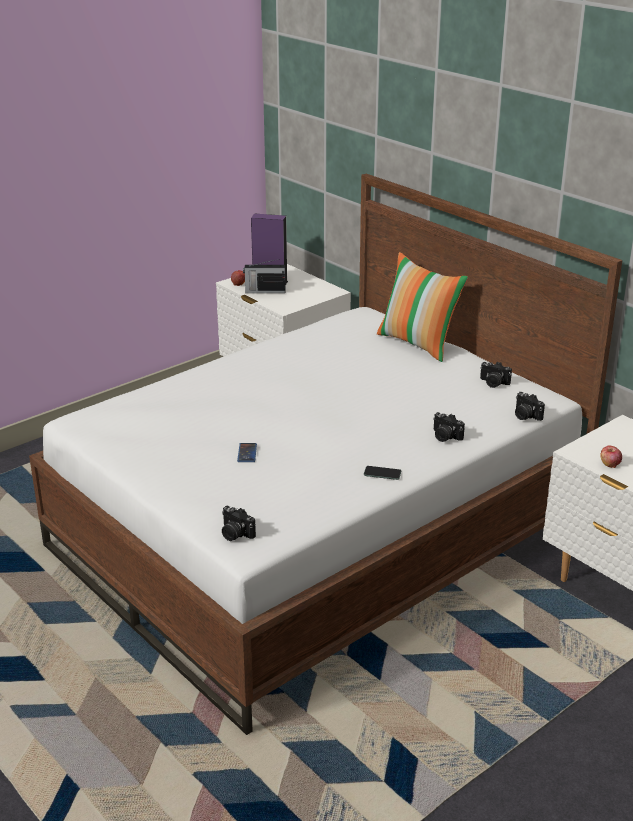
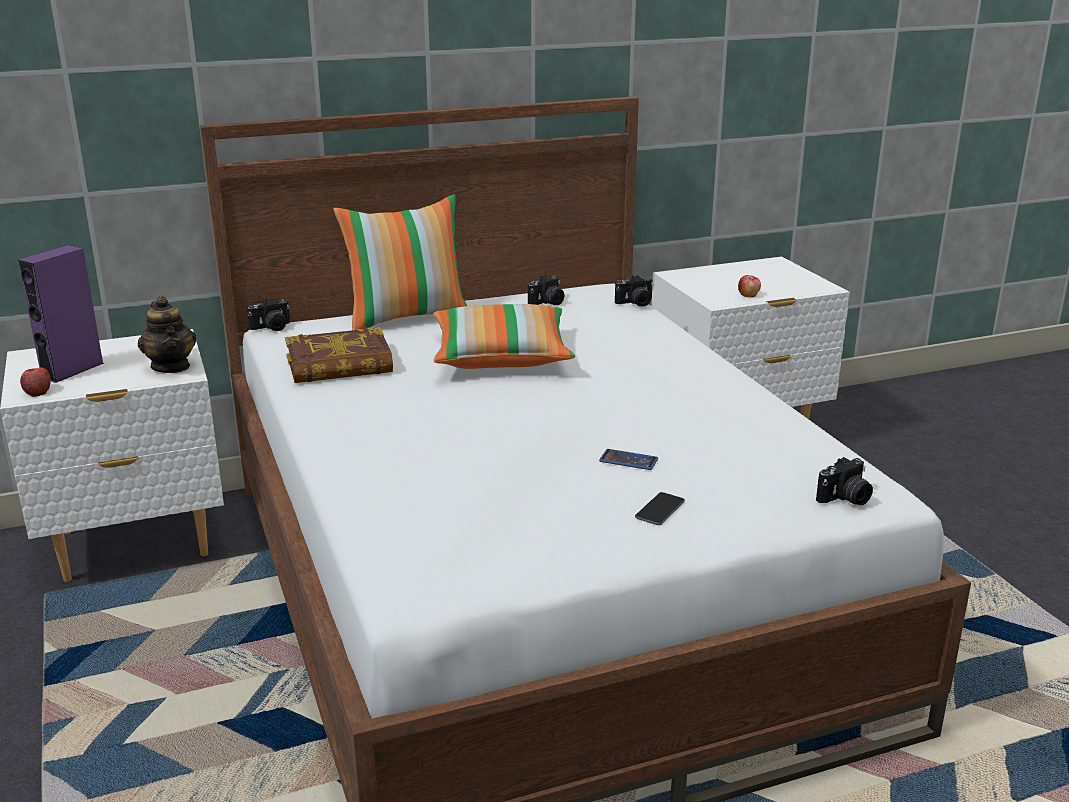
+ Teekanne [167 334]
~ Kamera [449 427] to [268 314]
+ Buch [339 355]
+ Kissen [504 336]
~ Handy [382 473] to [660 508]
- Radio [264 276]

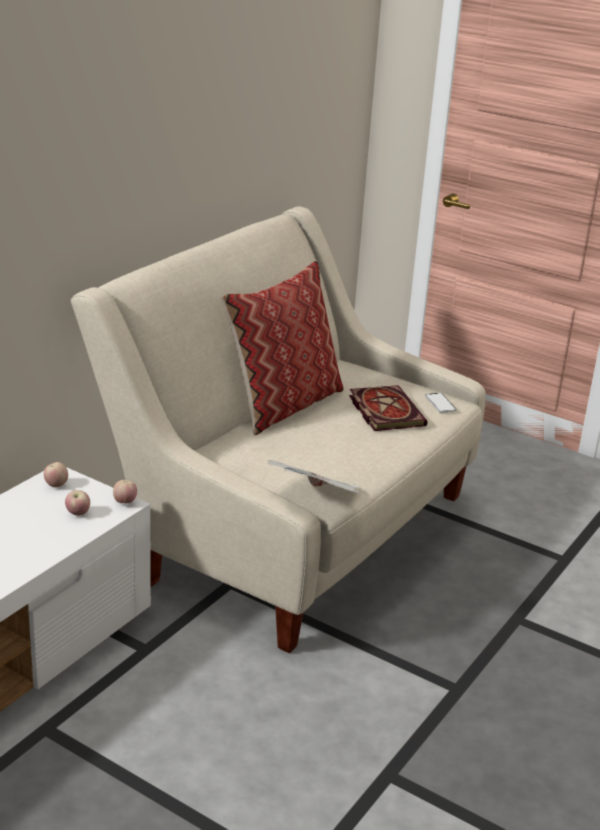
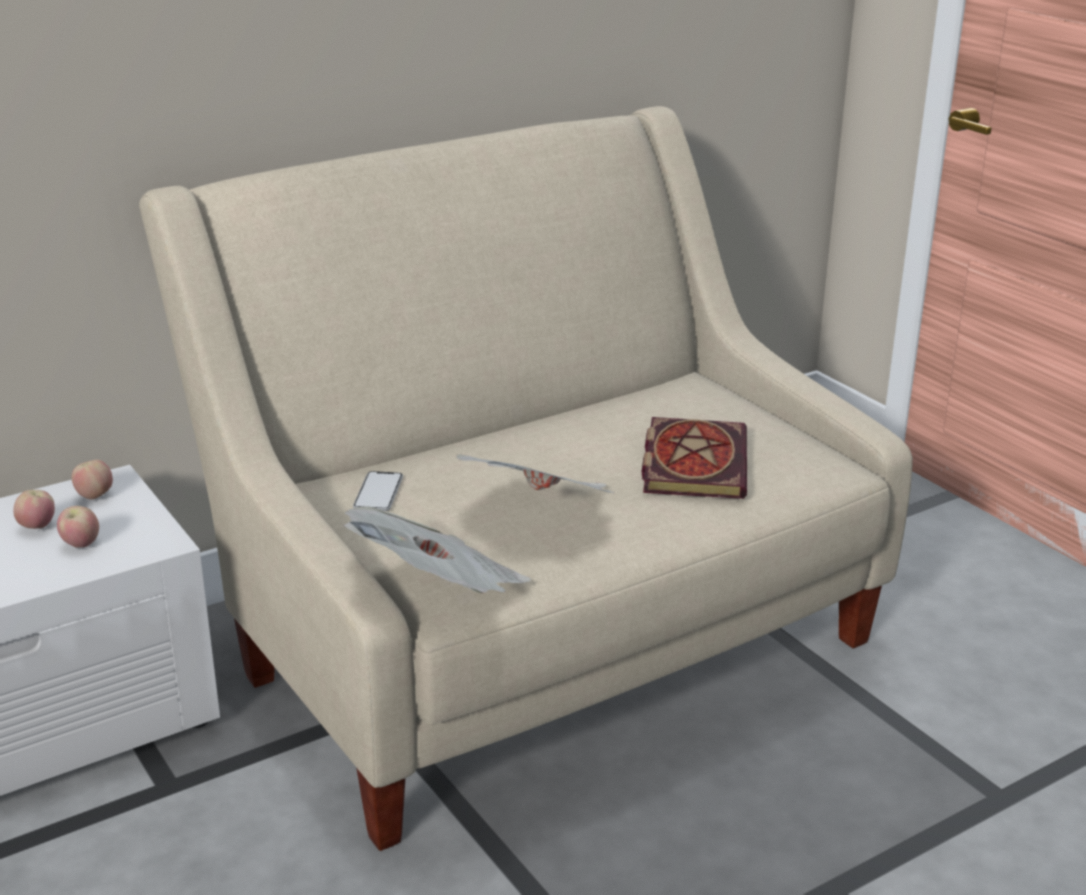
~ Apfel [125 492] to [34 509]
~ Handy [441 403] to [378 491]
+ Zeitung [535 473]
- Kissen [282 348]

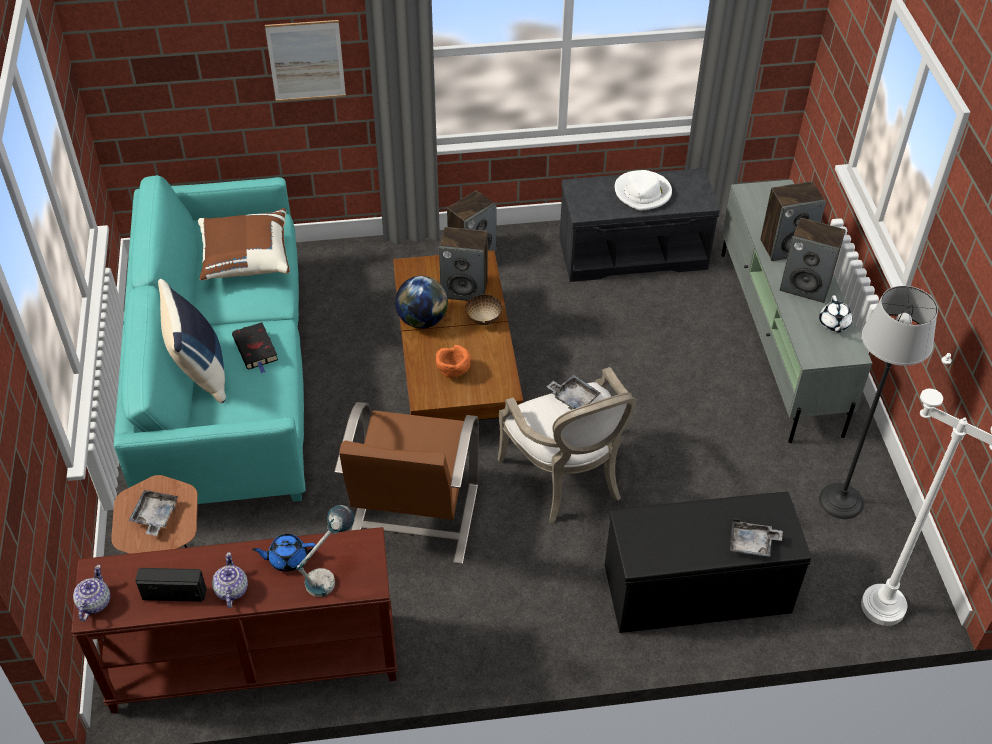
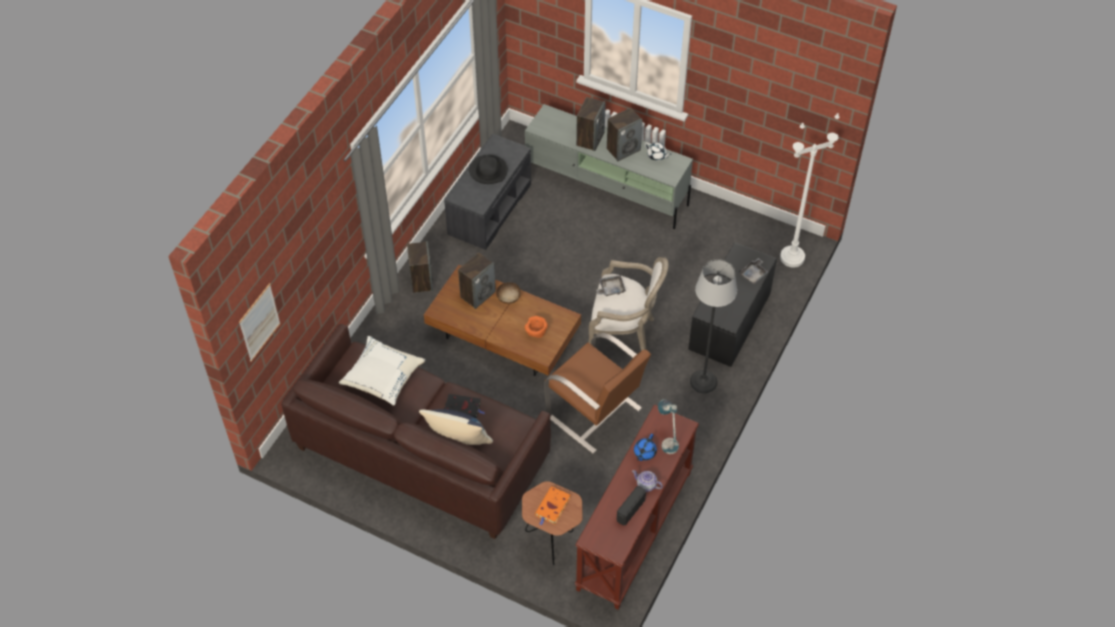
~ Bild [305 61] to [260 322]
~ Sofa [türkis] [209 339] to Sofa [braun] [416 431]
~ Kissen [braun] [244 244] to Kissen [weiß] [382 370]
~ Hut [weiß] [643 190] to Hut [schwarz] [488 169]
~ Tablett [grau] [153 513] to Buch [orange] [553 506]
~ Stehlampe [878 402] to [713 326]
- Teekanne [91 593]
- Globus [421 302]

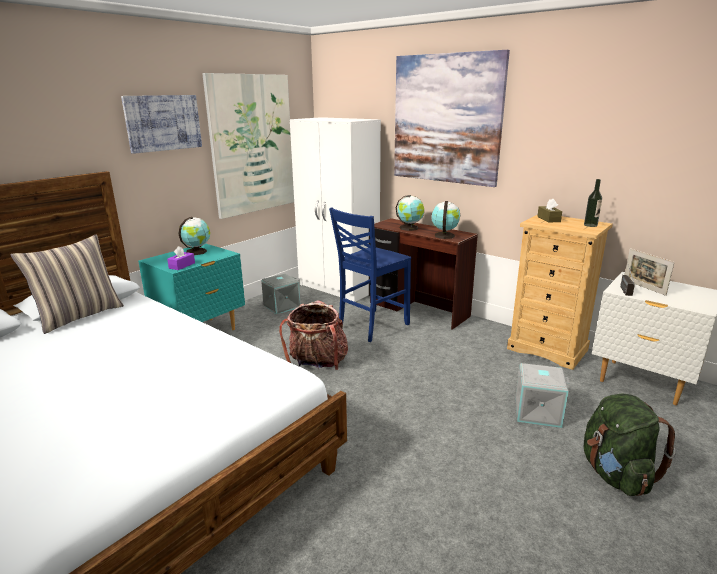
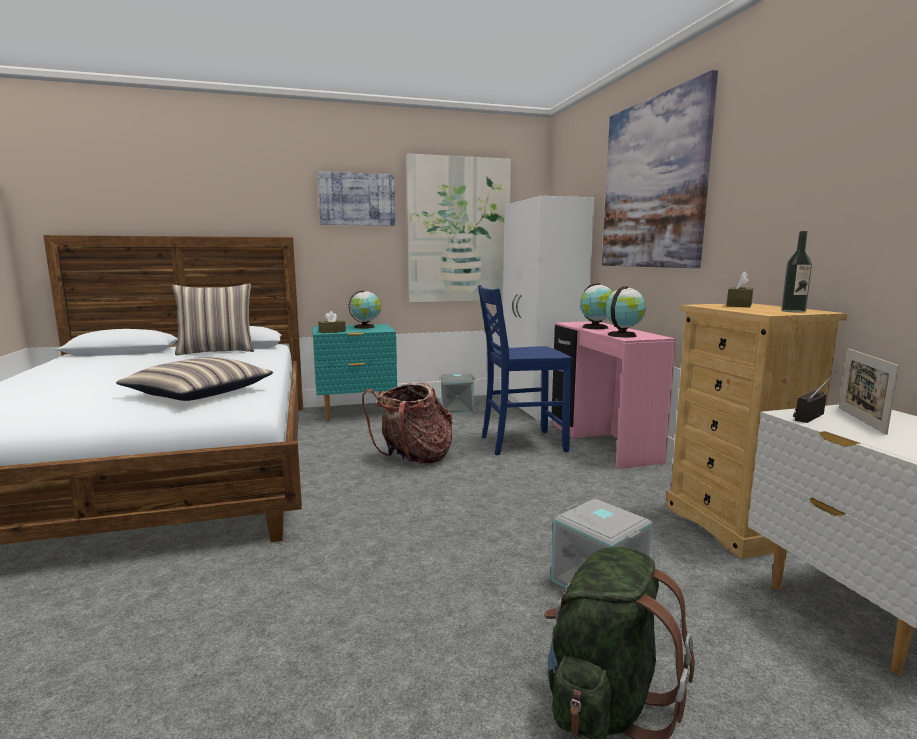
+ Kissen [194 379]
~ Taschentuchbox [lila] [181 258] to Taschentuchbox [braun] [332 322]
~ Schreibtisch [braun] [423 274] to Schreibtisch [rosa] [614 395]

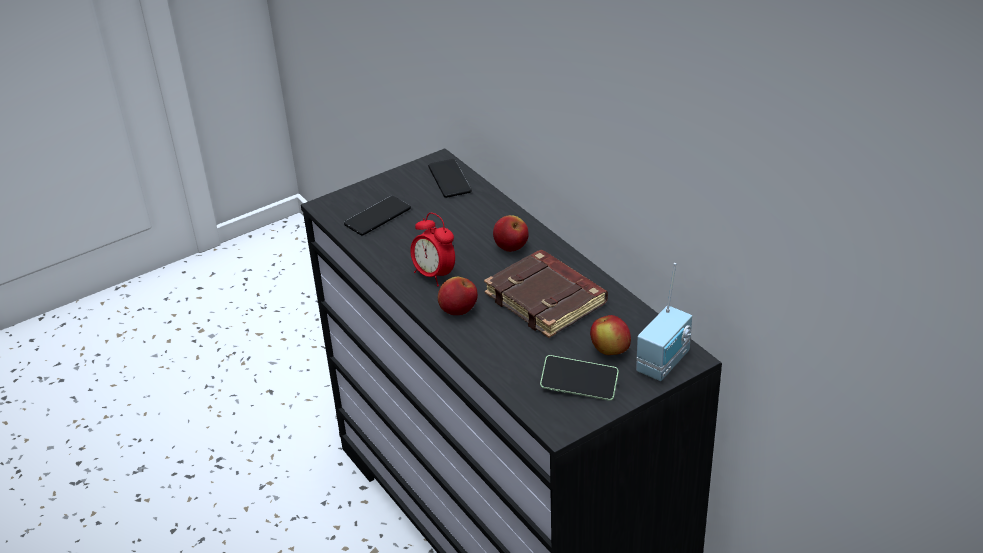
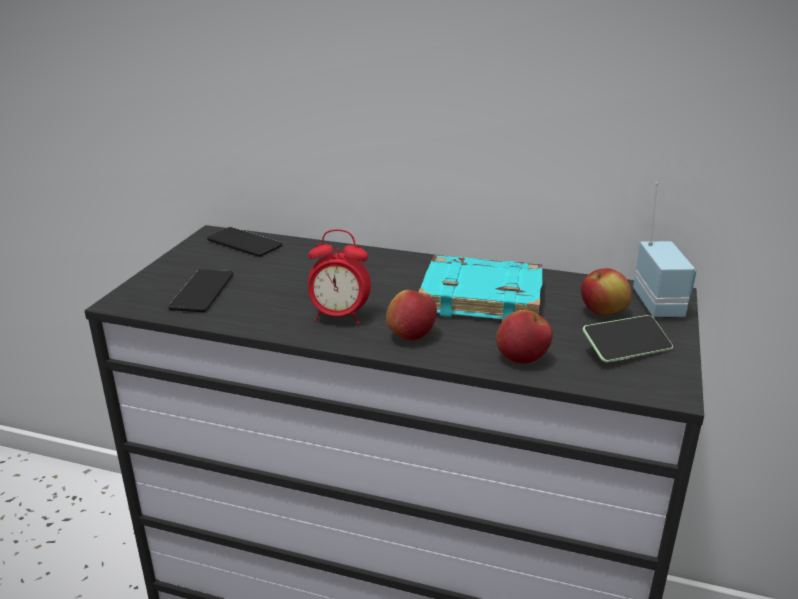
~ Buch [braun] [546 294] to Buch [türkis] [481 288]
~ Apfel [511 233] to [524 337]

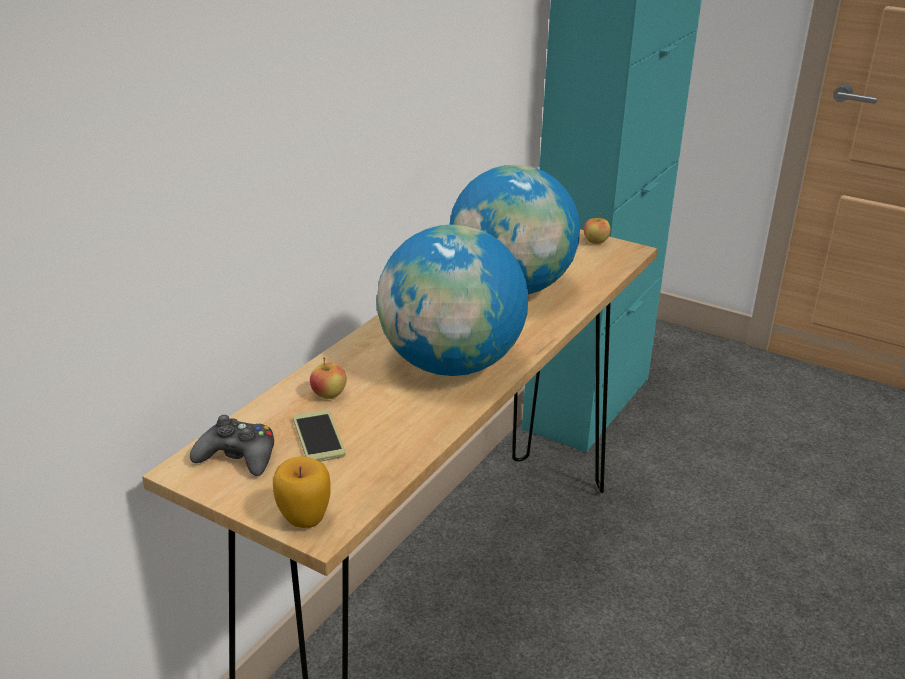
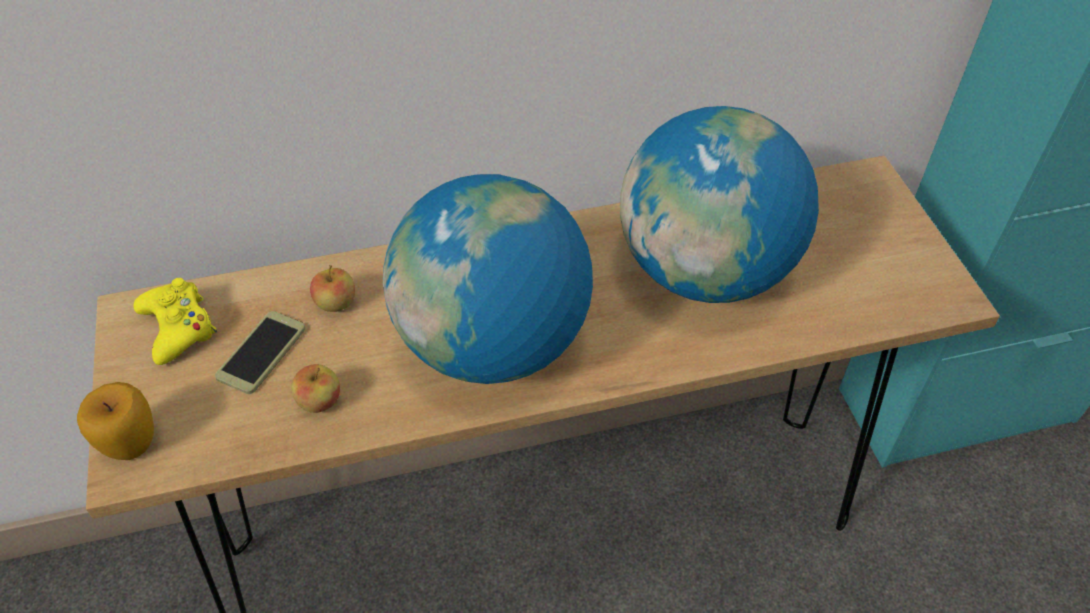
~ Gamepad [schwarz] [232 445] to Gamepad [gelb] [175 321]
~ Apfel [597 228] to [315 388]

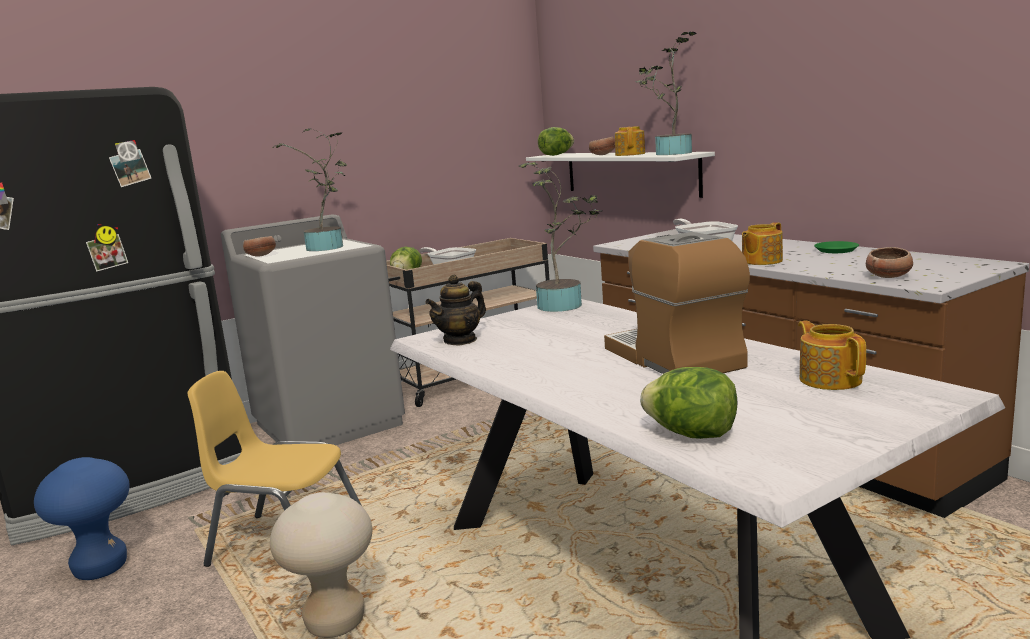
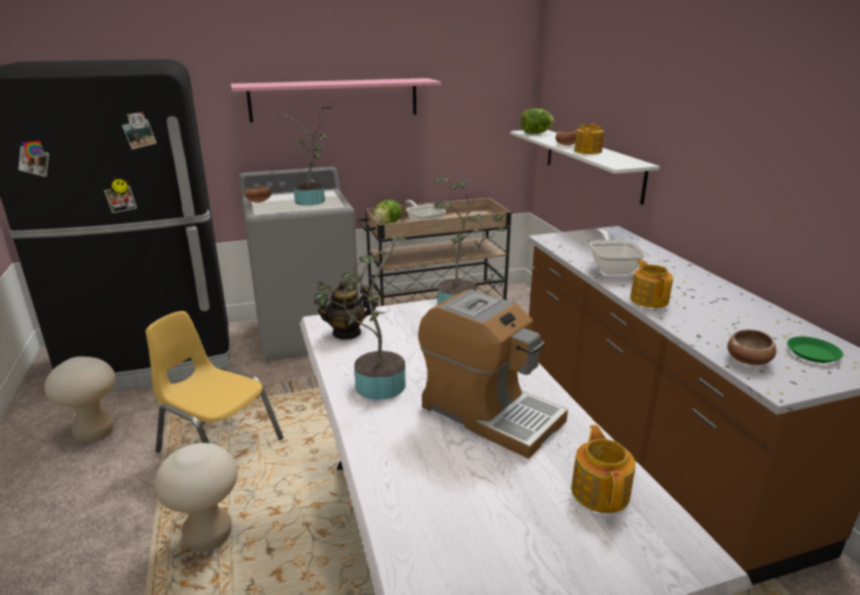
~ Hocker [blau] [82 518] to Hocker [beige] [79 399]
+ Wandregal [rosa] [336 100]
~ Topfpflanze [666 93] to [362 318]
~ Kaffeemaschine [677 303] = [493 374] 135 degrees clockwise
~ Teekanne [762 243] = [651 284] 105 degrees clockwise
~ Teller [grün] [836 247] to [815 350]
- Salatkopf [688 403]

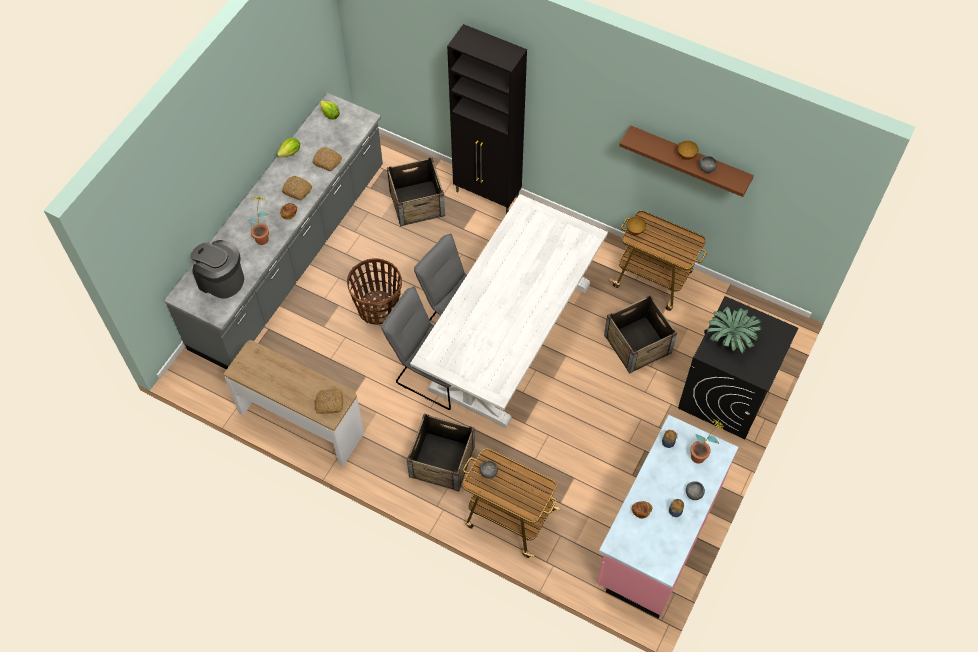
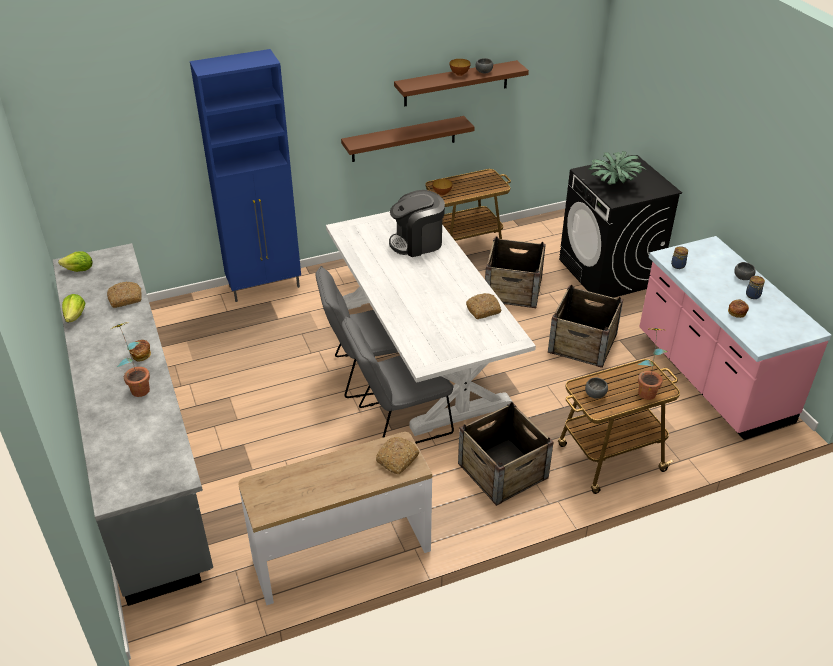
~ Schrank [schwarz] [487 119] to Schrank [blau] [245 175]
+ Wandregal [braun] [408 139]
~ Kaffeemaschine [217 269] to [417 223]
~ Brot [297 188] to [483 306]
~ Kiste [416 191] to [585 326]
~ Topfpflanze [707 441] to [653 364]
- Korb [374 292]

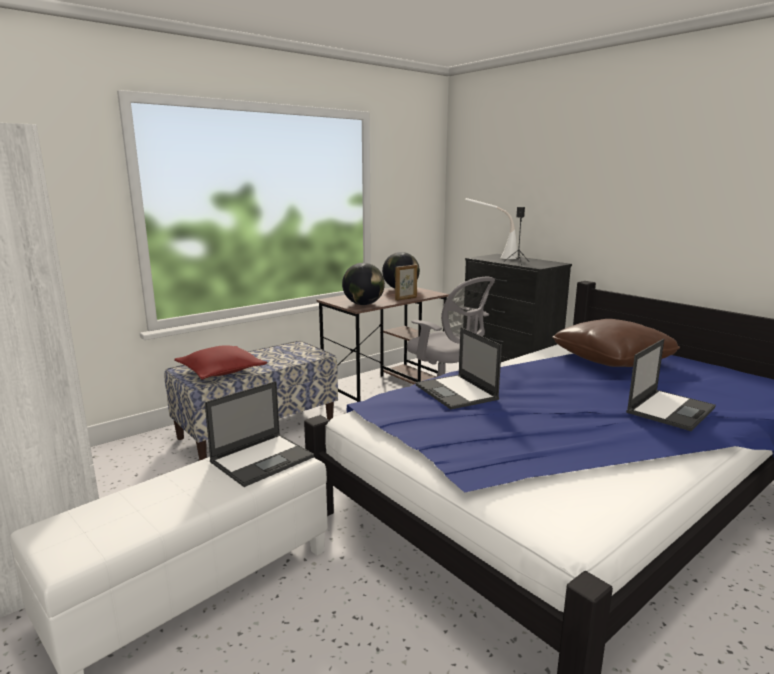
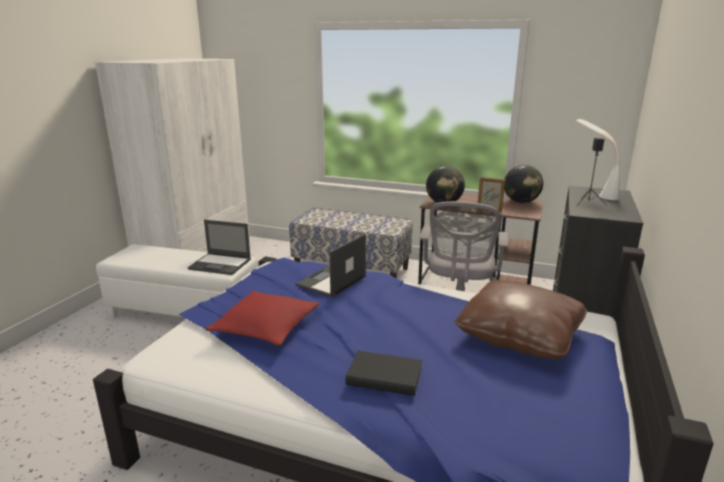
~ Kissen [rot] [220 362] to [262 318]
~ Laptop [671 385] to Buch [schwarz] [383 373]

